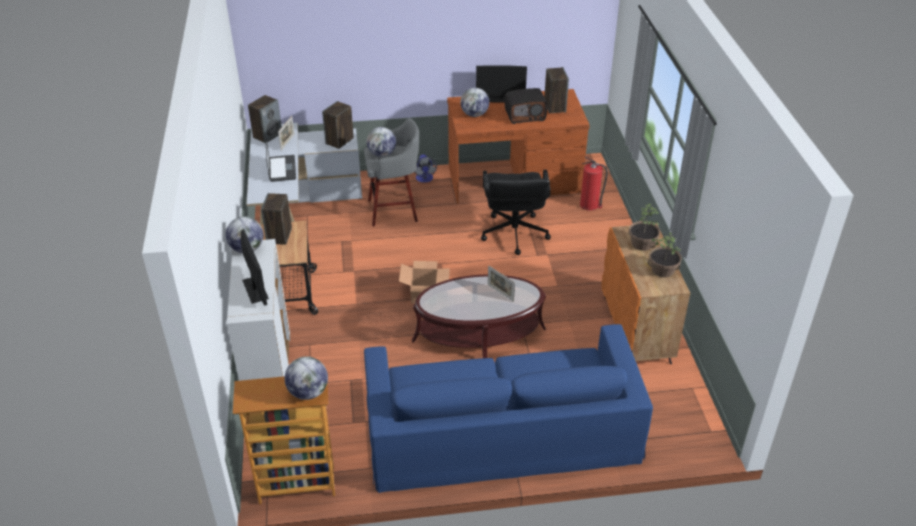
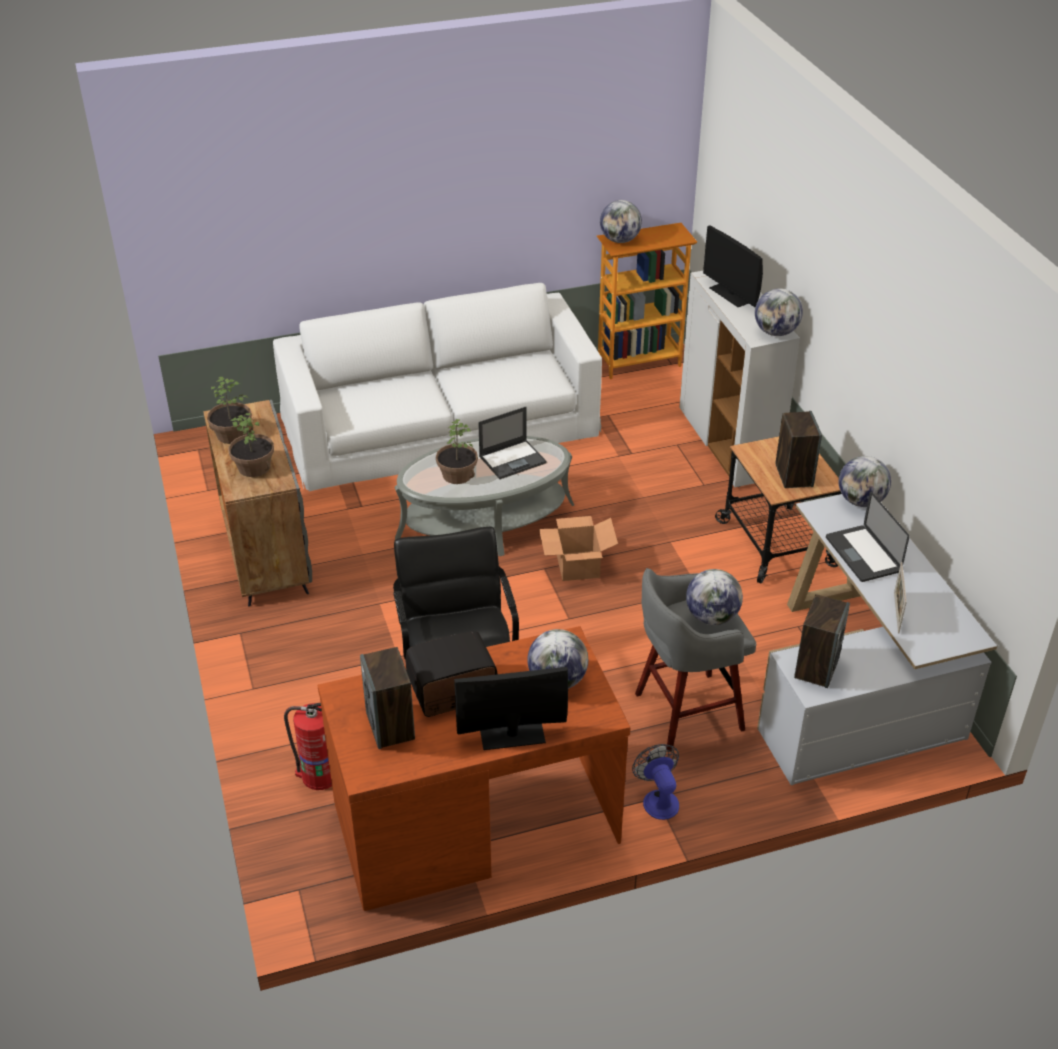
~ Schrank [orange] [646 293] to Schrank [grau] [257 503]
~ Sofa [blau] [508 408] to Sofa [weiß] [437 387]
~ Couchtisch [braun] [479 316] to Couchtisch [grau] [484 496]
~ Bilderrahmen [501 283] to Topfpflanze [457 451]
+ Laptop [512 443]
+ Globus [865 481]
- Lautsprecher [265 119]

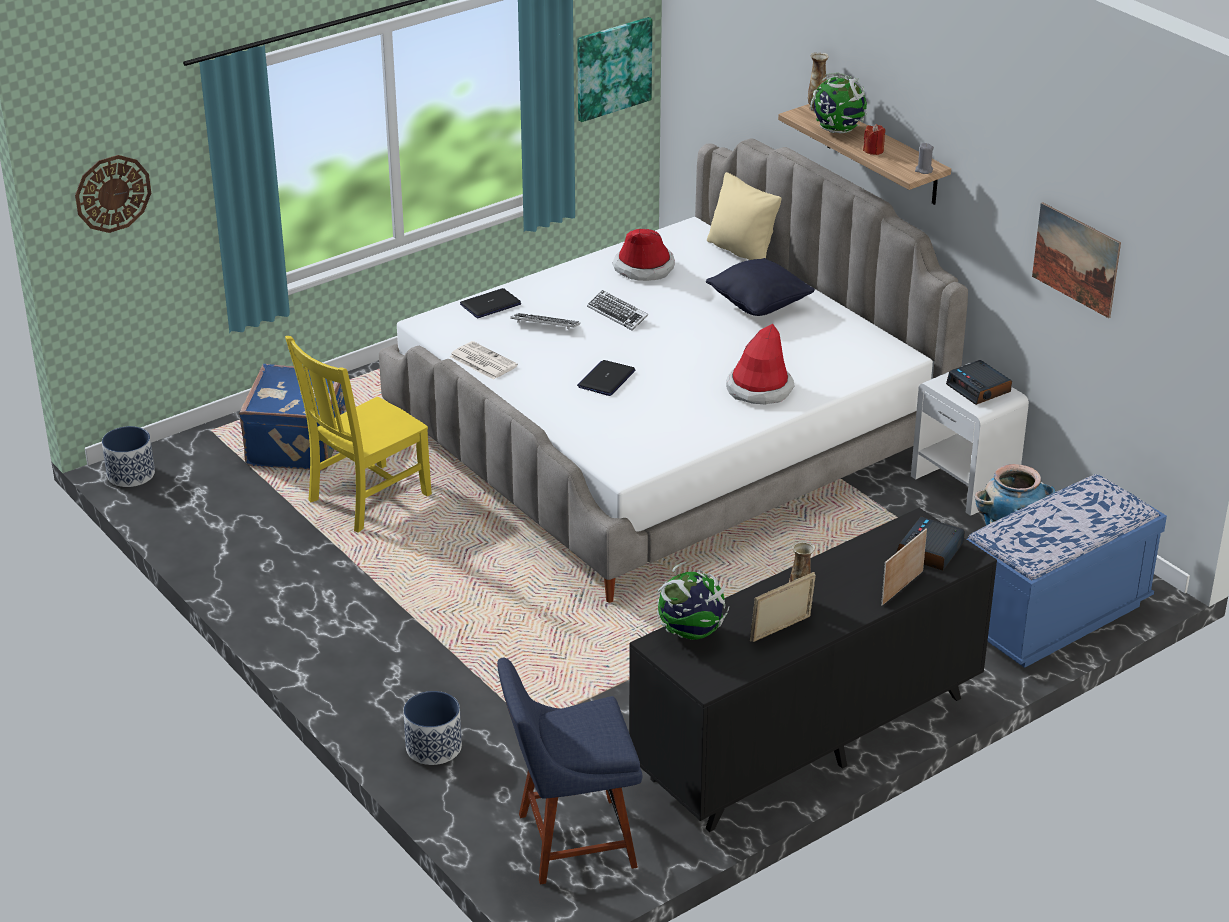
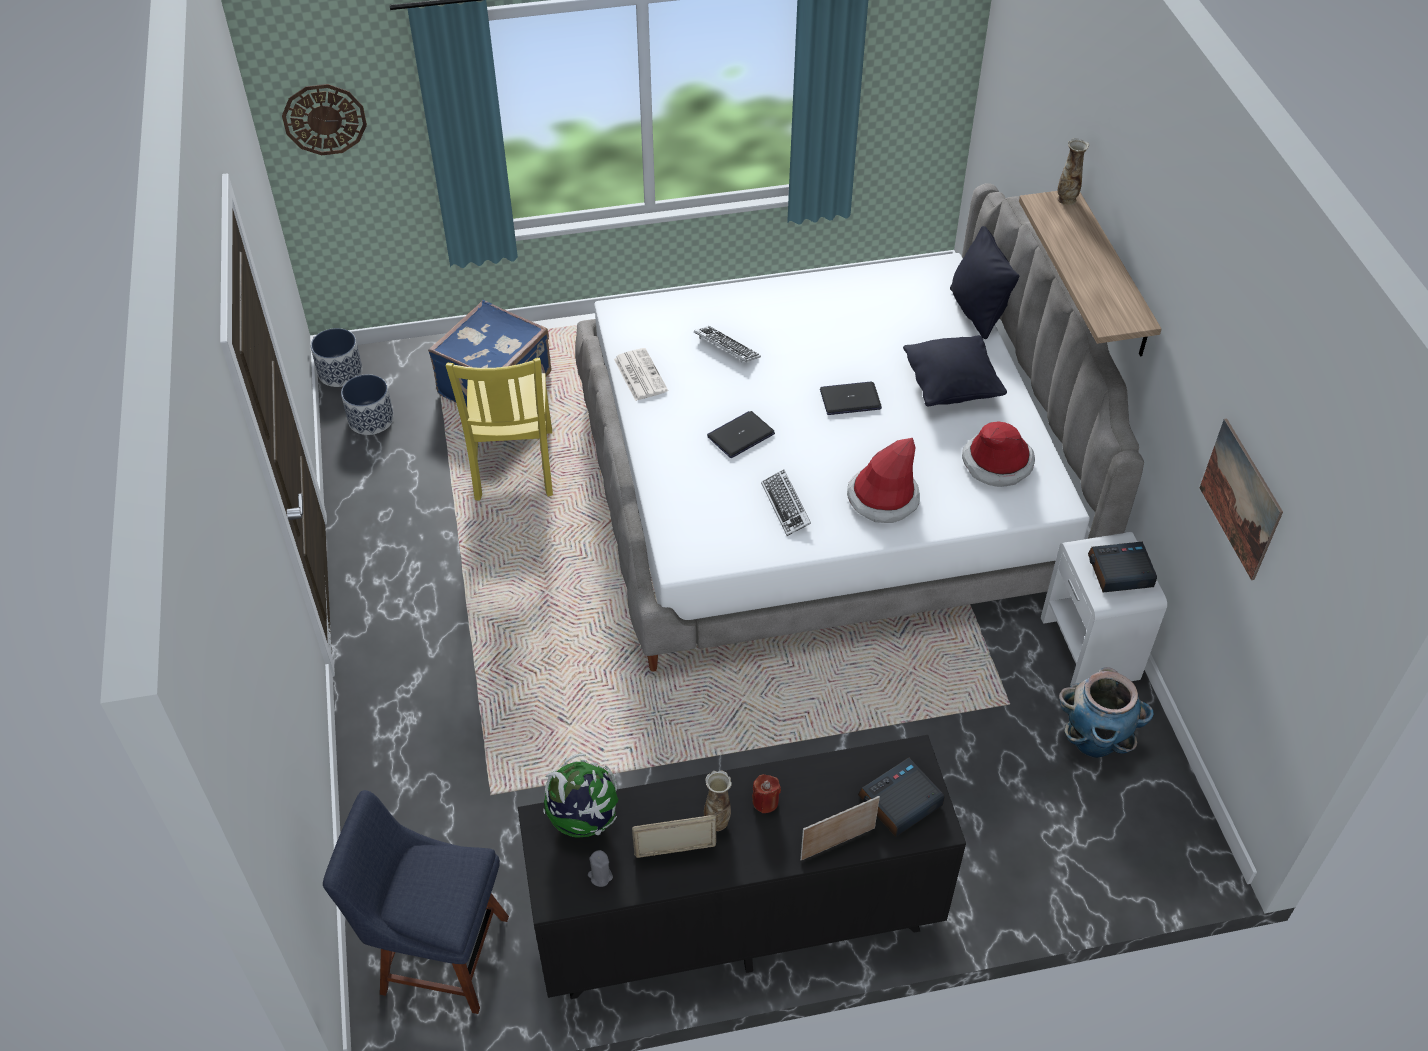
~ Pflanzkübel [432 728] to [367 404]
~ Stuhl [gelb] [358 434] = [499 429] 75 degrees counterclockwise
~ Kerze [grau] [924 158] to [600 868]
~ Kerze [rot] [874 139] to [766 793]
~ Tastatur [617 310] to [786 503]
~ Laptop [490 303] to [851 398]
~ Kissen [beige] [744 216] to Kissen [schwarz] [984 282]
~ Hut [643 255] to [998 454]
~ Wecker [979 382] = [1122 567] 90 degrees clockwise
- Bild [614 69]
- Globus [838 102]
- Bank [blau] [1067 571]

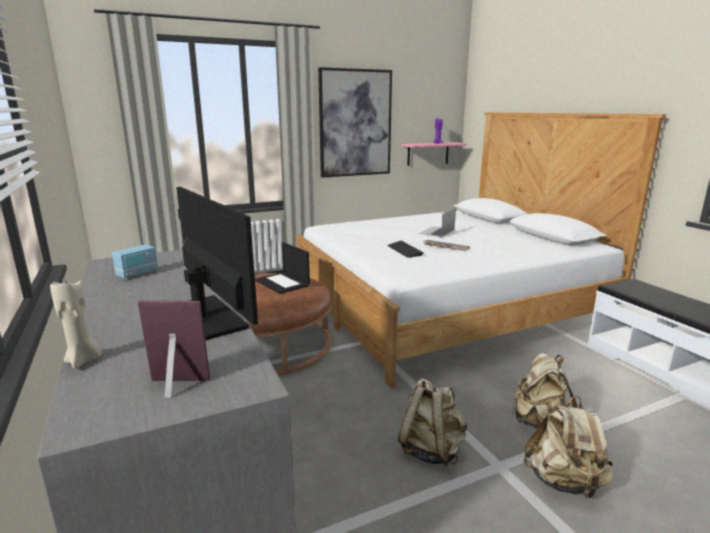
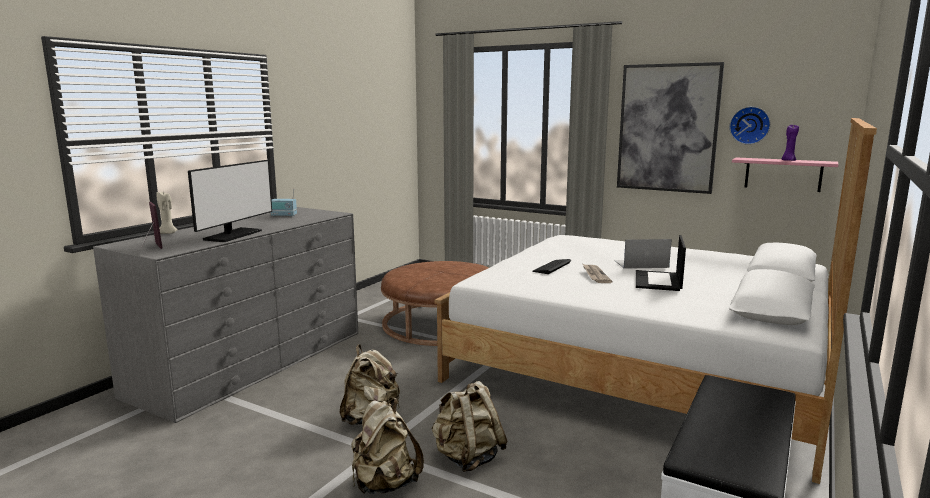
~ Laptop [282 268] to [661 263]
+ Wanduhr [750 125]

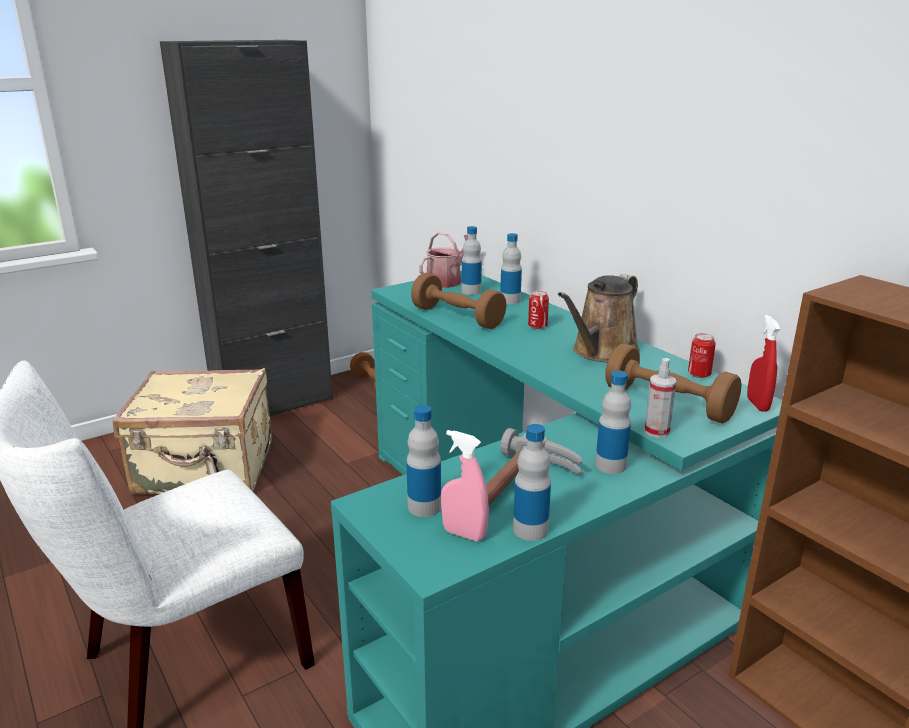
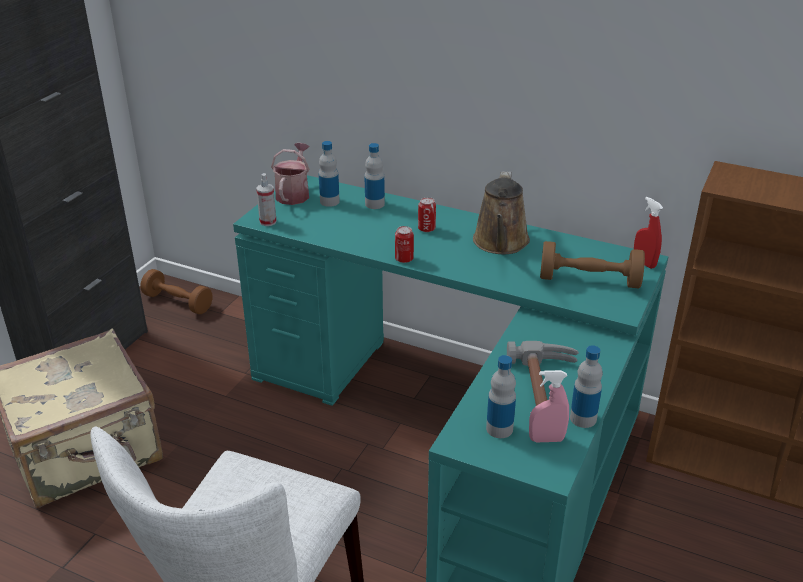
~ Sprühflasche [660 398] to [266 199]
~ Dose [702 355] to [404 244]
- Hantel [braun] [458 301]
- Flasche [613 422]

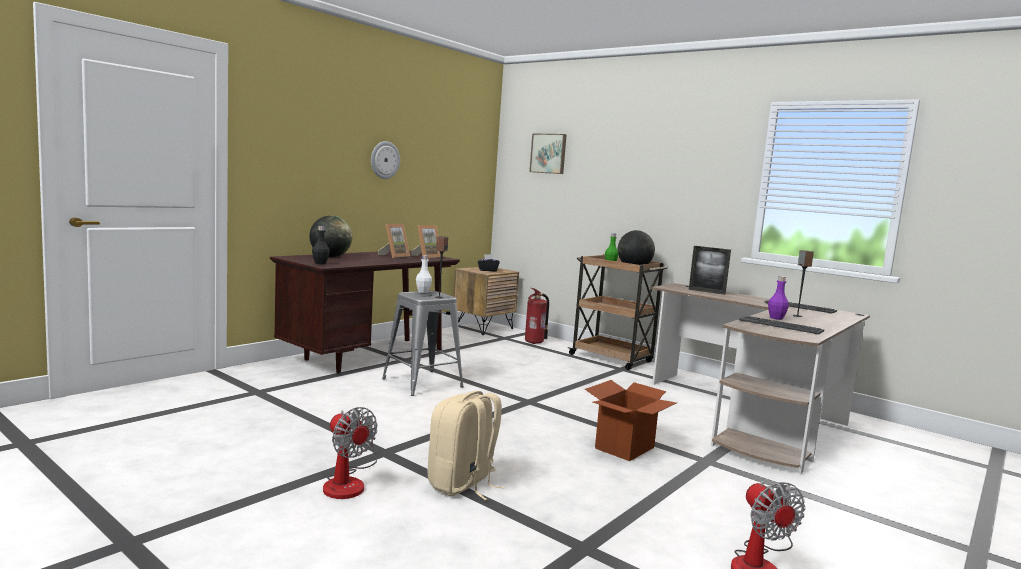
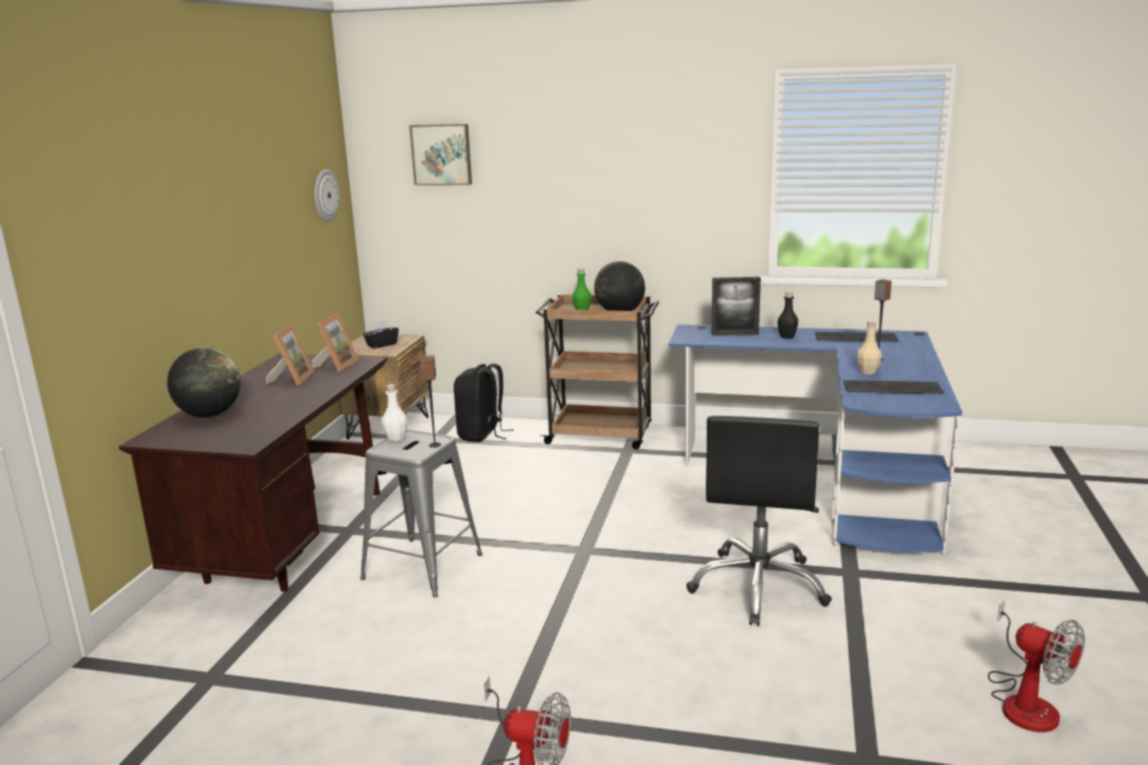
~ Wanduhr [385 160] to [327 195]
~ Feuerlöscher [537 316] to Rucksack [schwarz] [484 403]
~ Schreibtisch [braun] [760 378] to Schreibtisch [blau] [815 439]
~ Karton [631 420] to Bürostuhl [schwarz] [759 521]
~ Flasche [schwarz] [321 245] to [787 315]
~ Flasche [lila] [778 298] to Flasche [beige] [869 348]
- Rucksack [beige] [466 445]

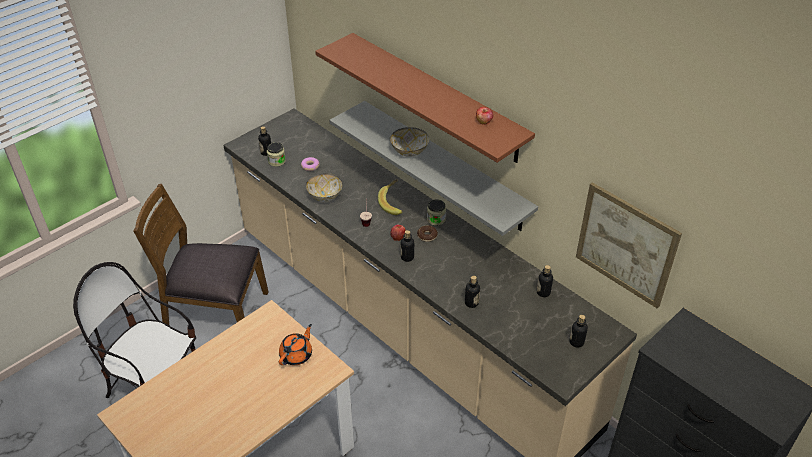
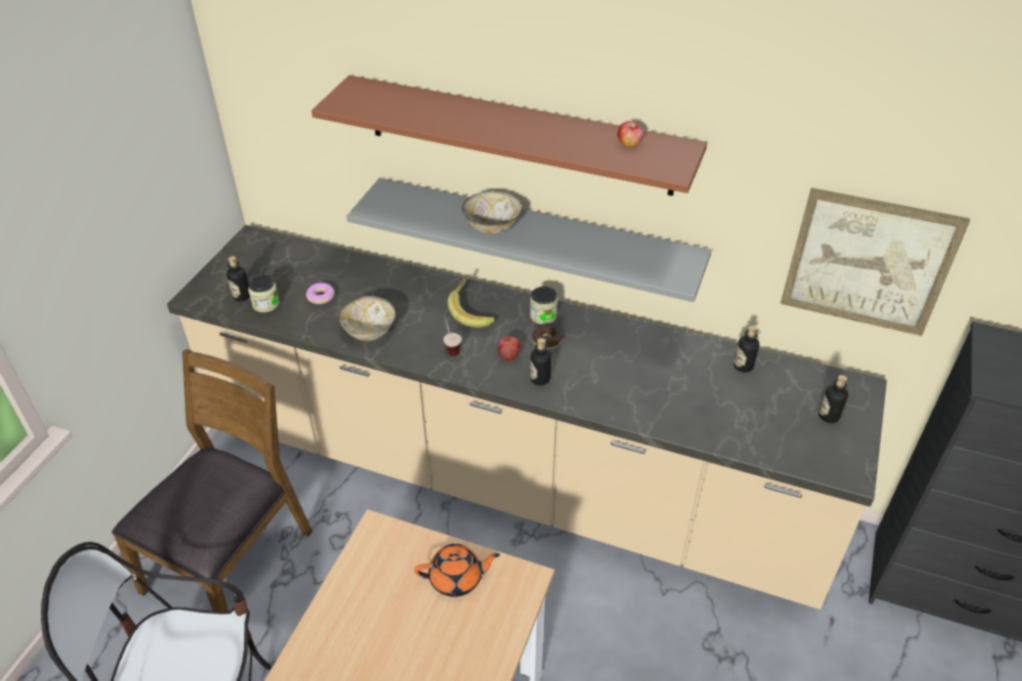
~ Stuhl [braun] [201 254] = [212 480] 135 degrees clockwise
~ Teekanne [orange] [295 344] = [457 570] 75 degrees clockwise
- Flasche [472 292]

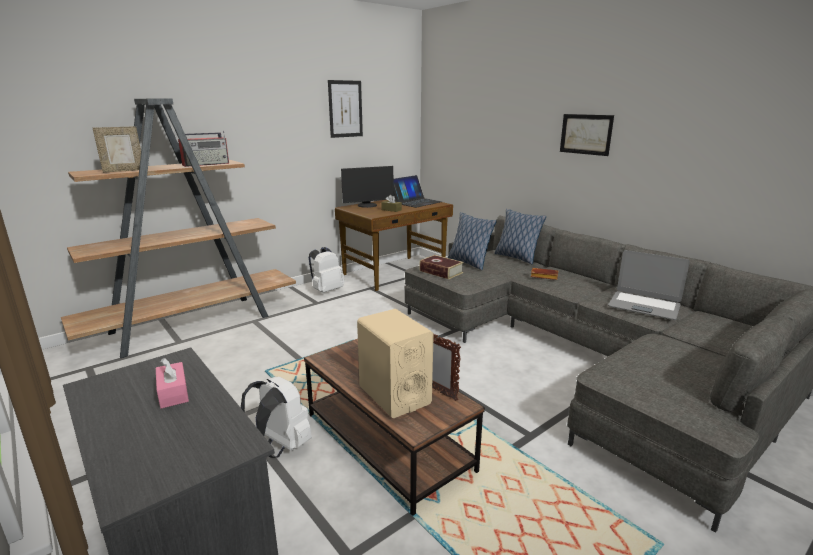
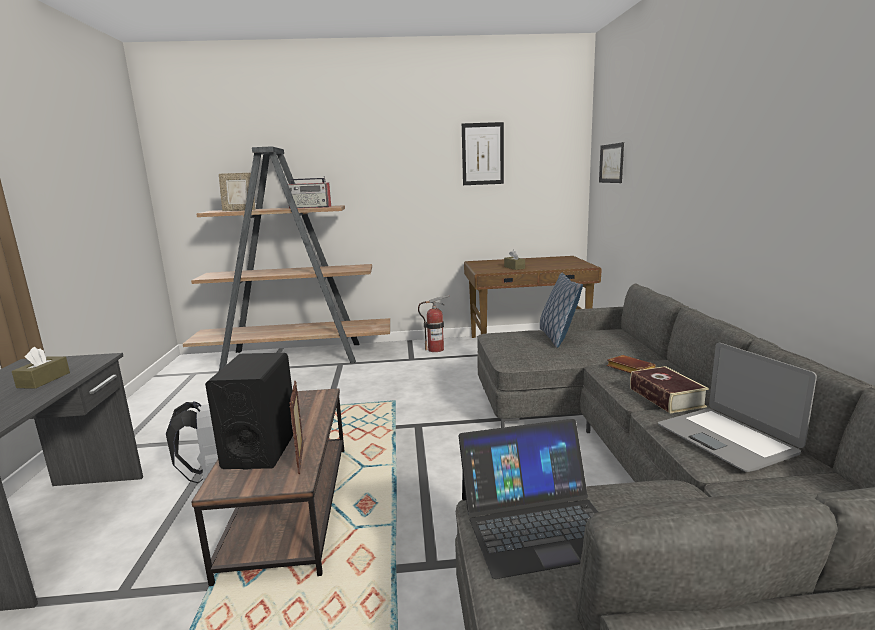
~ Taschentuchbox [rosa] [172 383] to Taschentuchbox [braun] [41 368]
~ Lautsprecher [beige] [395 363] to Lautsprecher [schwarz] [249 411]
~ Rucksack [weiß] [326 270] to Feuerlöscher [434 323]
~ Laptop [417 191] to [528 499]
~ Bild [587 135] to [611 162]
~ Buch [441 267] to [669 390]
- Monitor [367 187]
- Kissen [520 236]

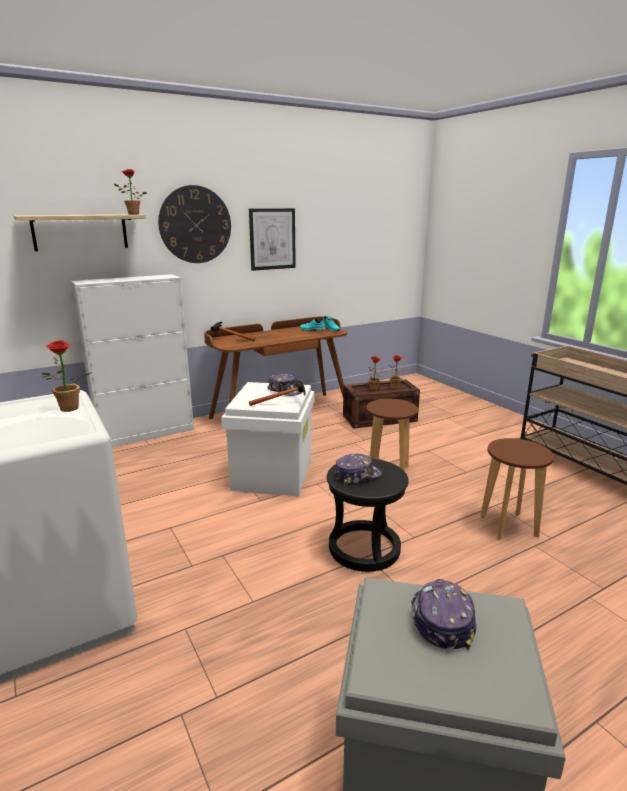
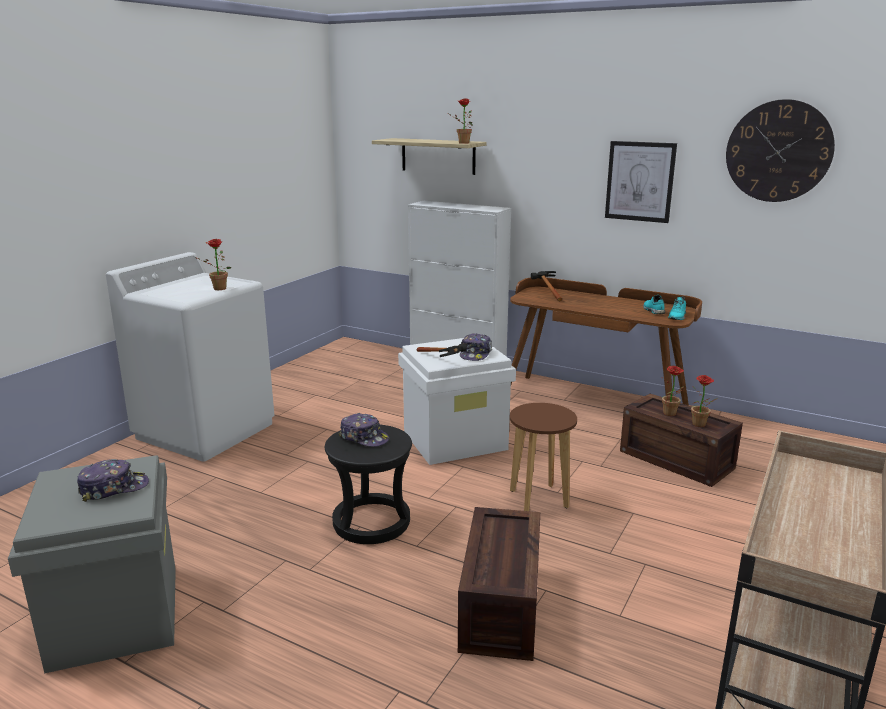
~ Hocker [braun] [517 489] to Kiste [499 584]
~ Wanduhr [194 224] to [780 150]

